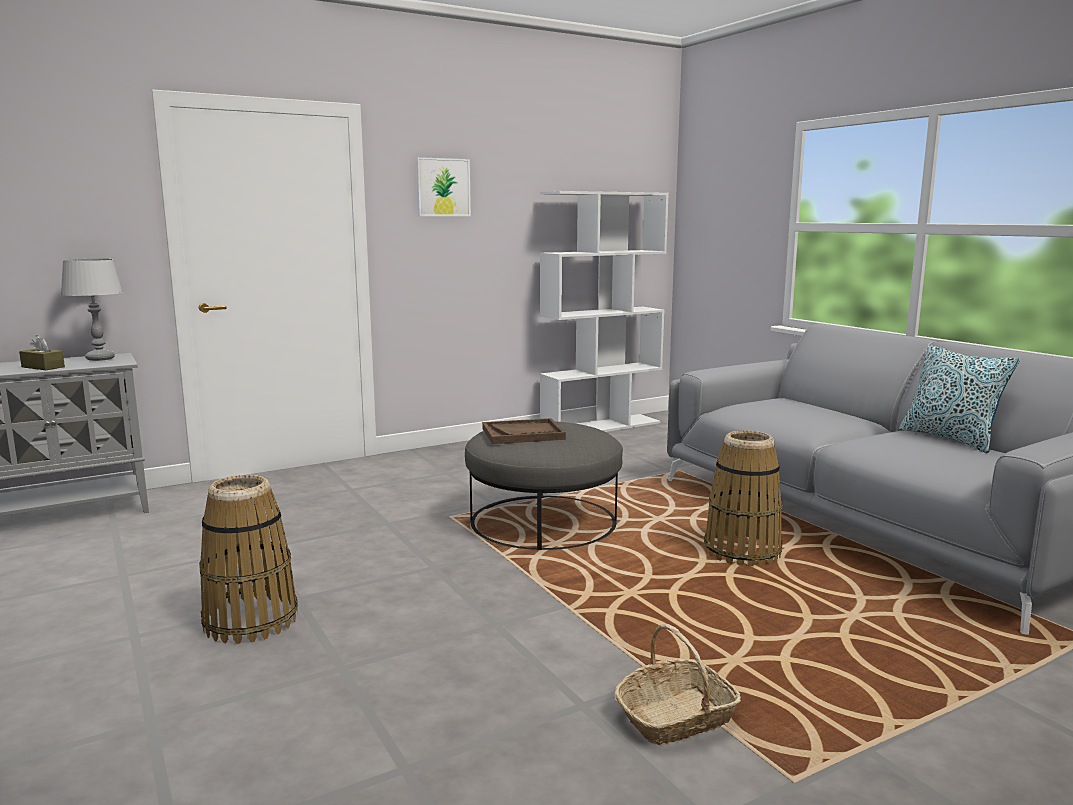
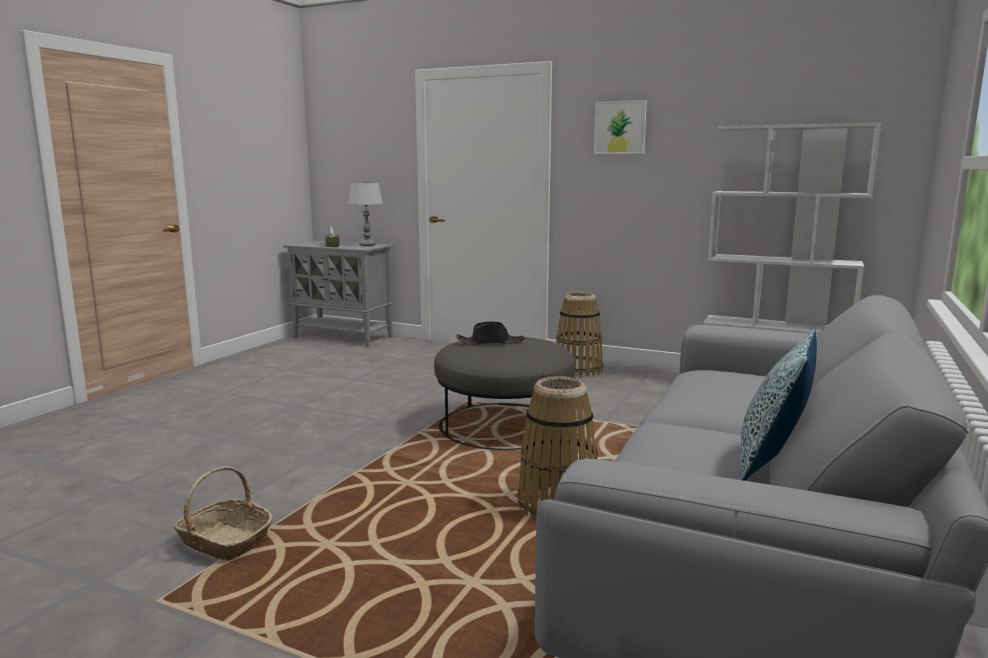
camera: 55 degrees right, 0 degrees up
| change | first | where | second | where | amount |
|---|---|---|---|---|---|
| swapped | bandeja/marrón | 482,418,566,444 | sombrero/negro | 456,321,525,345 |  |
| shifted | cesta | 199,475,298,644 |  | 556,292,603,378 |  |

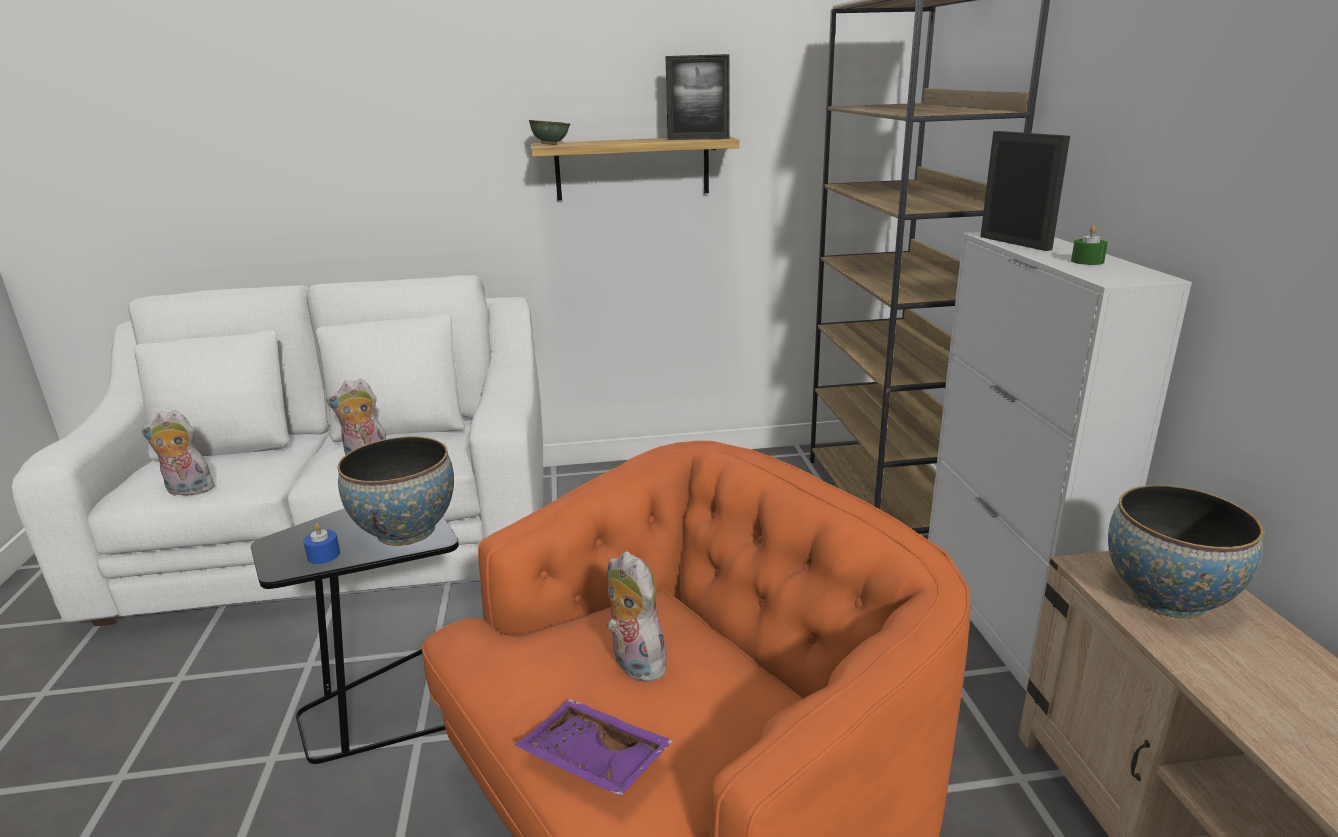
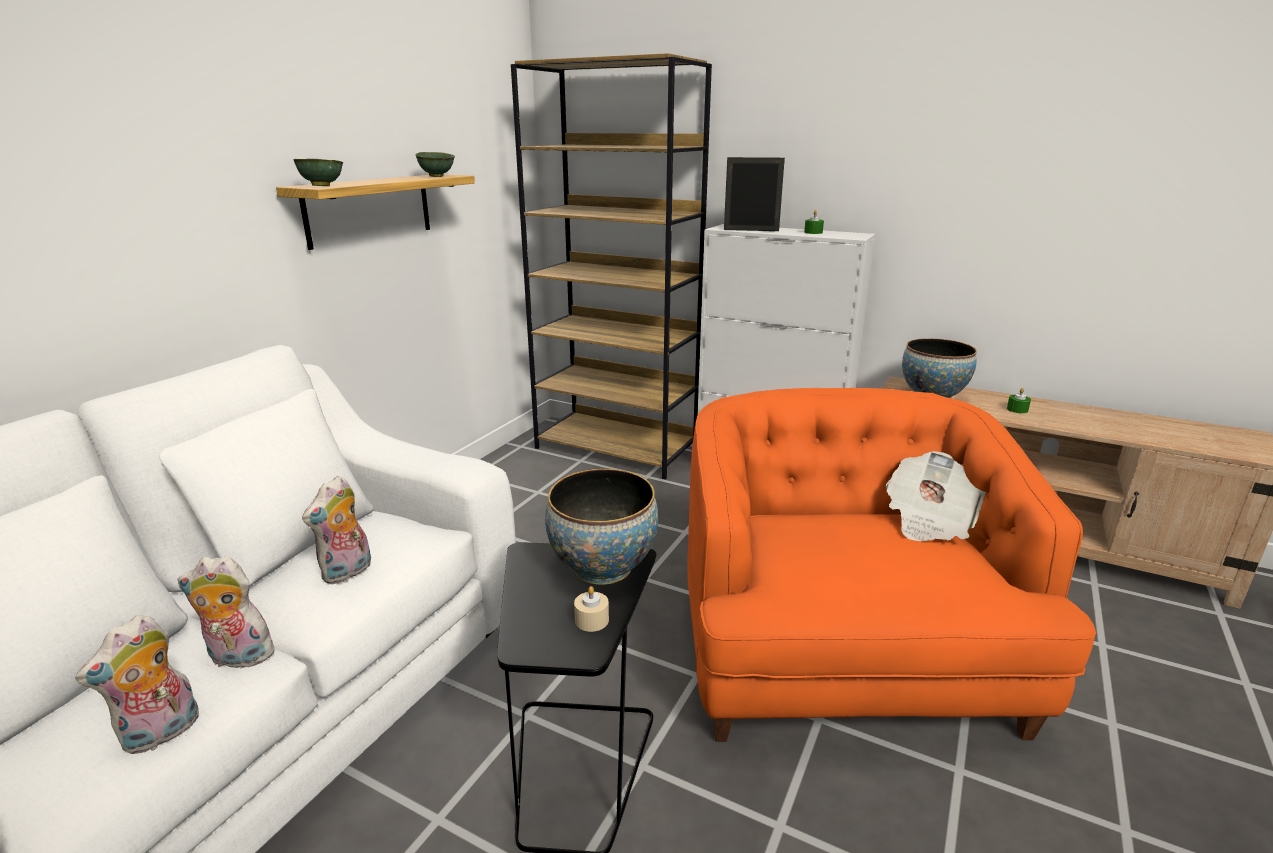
camera: 55 degrees left, 0 degrees up
| change | first | where | second | where | amount |
|---|---|---|---|---|---|
| shifted | peluche | 607,551,671,682 |  | 177,556,277,669 |  |
| swapped | portarretratos | 665,54,730,140 | cuenco/verde | 415,152,455,177 |  |
| repainted | vela/azul | 303,523,340,564 | vela/beis | 574,586,609,632 |  |
| new |  |  | periódico | 885,451,986,541 |  |
| new |  |  | vela/verde | 1007,388,1031,414 |  |
| gone | bandeja/morado | 515,699,674,796 |  |  |  |

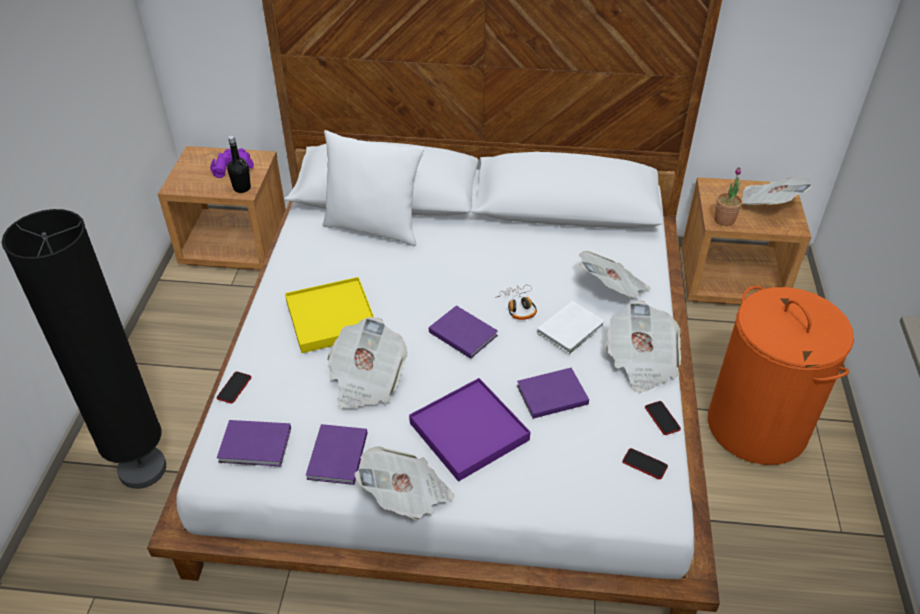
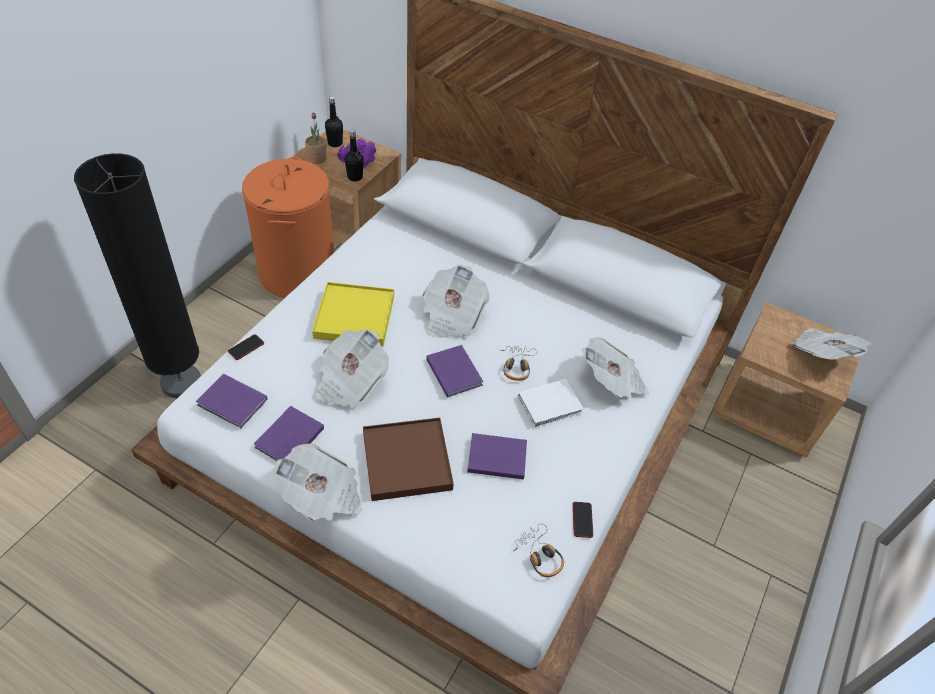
camera: 20 degrees right, 5 degrees up
| change | first | where | second | where | amount |
|---|---|---|---|---|---|
| shifted | cesto de la ropa/naranja | 708,286,854,465 |  | 242,157,334,298 |  |
| shifted | planta en maceta | 714,167,743,226 |  | 305,113,327,164 |  |
| new |  |  | botella/negro | 325,96,343,147 |  |
| repainted | bandeja/morado | 409,378,530,482 | bandeja/marrón | 363,418,454,501 |  |
| shifted | periódico | 606,301,681,393 |  | 423,265,489,338 |  |
| swapped | móvil | 622,448,668,479 | auriculares | 513,524,564,577 |  |
| gone | cojín/blanco | 322,130,424,246 |  |  |  |

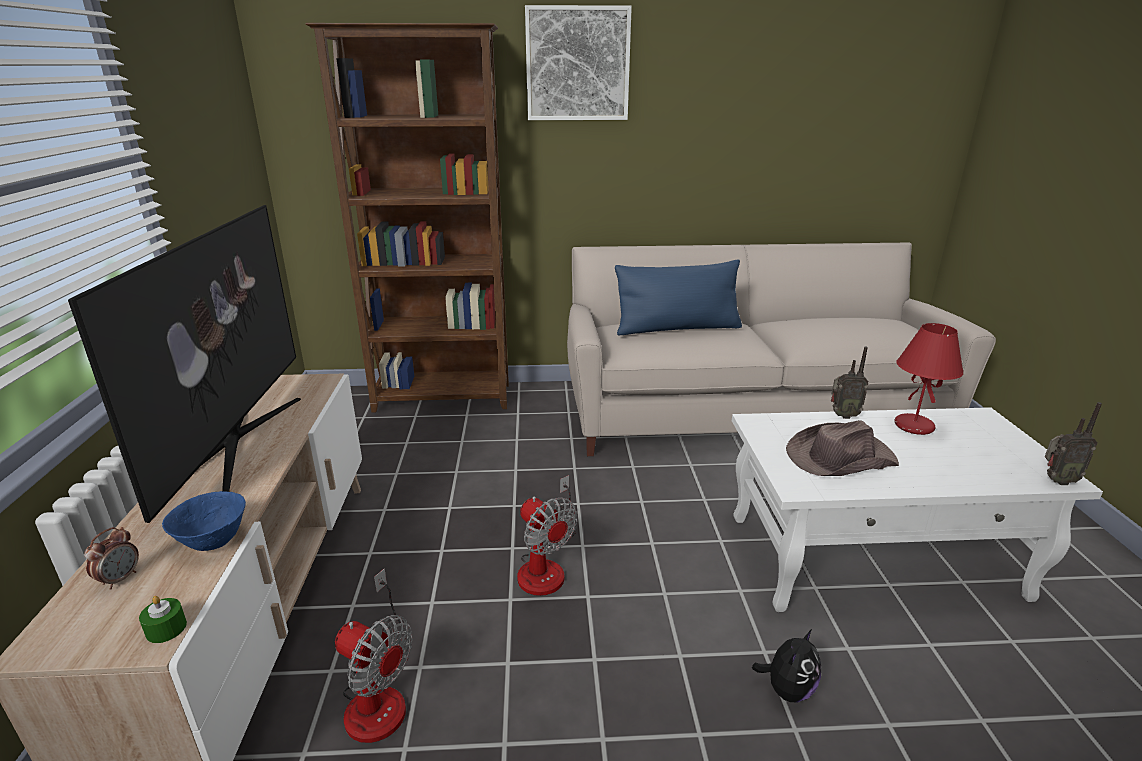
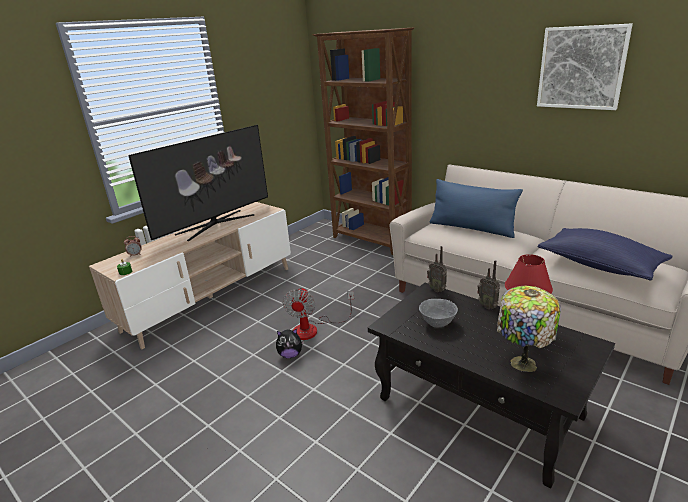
camera: 45 degrees right, 0 degrees up
| change | first | where | second | where | amount |
|---|---|---|---|---|---|
| shifted | peluche | 752,629,821,702 |  | 276,328,304,358 |  |
| repainted | mesa de centro/blanco | 732,407,1103,612 | mesa de centro/negro | 368,283,615,488 |  |
| swapped | sombrero/marrón | 786,420,899,476 | cuenco/gris | 419,299,458,327 |  |
| shifted | radio | 1045,402,1102,485 |  | 427,246,447,292 |  |
| new |  |  | lámpara de mesa | 497,285,561,372 |  |
| shifted | cuadro | 525,5,632,120 |  | 537,24,633,110 |  |
| new |  |  | cojín/azul | 538,228,673,281 |  |
| gone | cuenco/azul | 162,491,246,551 |  |  |  |
| gone | ventilador | 335,569,413,743 |  |  |  |

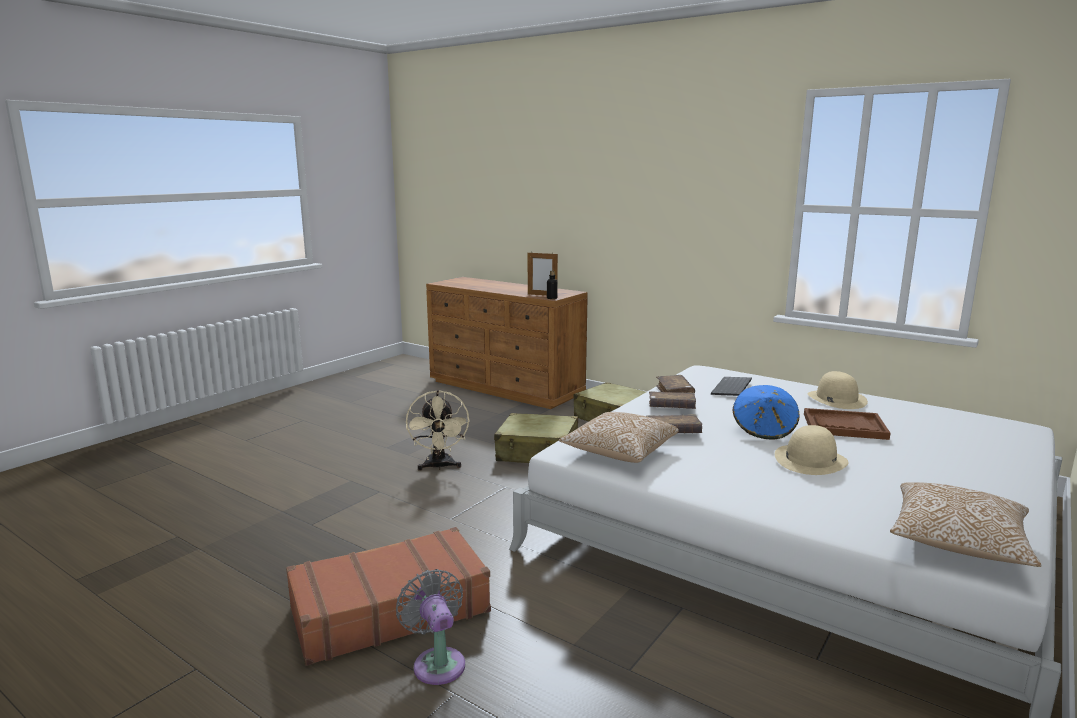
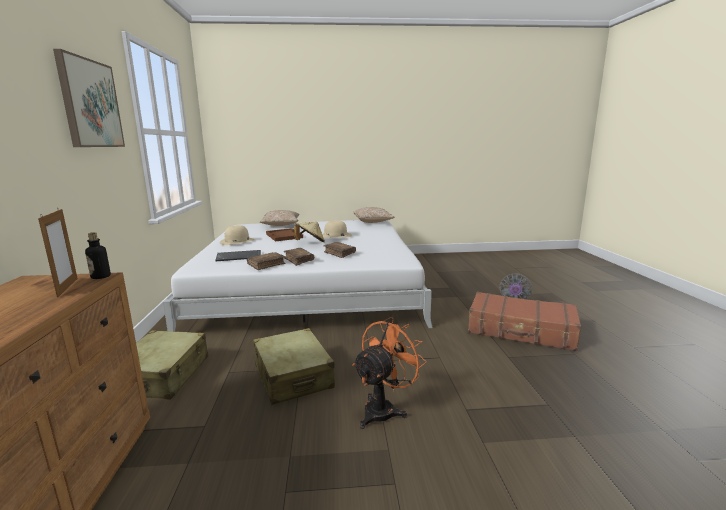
camera: 130 degrees left, 0 degrees up
| change | first | where | second | where | amount |
|---|---|---|---|---|---|
| new |  |  | cuadro | 53,49,125,147 |  |
| shifted | cojín | 559,412,679,463 |  | 260,210,299,226 |  |
| repainted | sombrero/azul | 732,385,800,440 | sombrero/beis | 294,222,325,242 |  |
| repainted | ventilador/beis | 406,390,470,471 | ventilador/naranja | 352,317,427,429 |  |

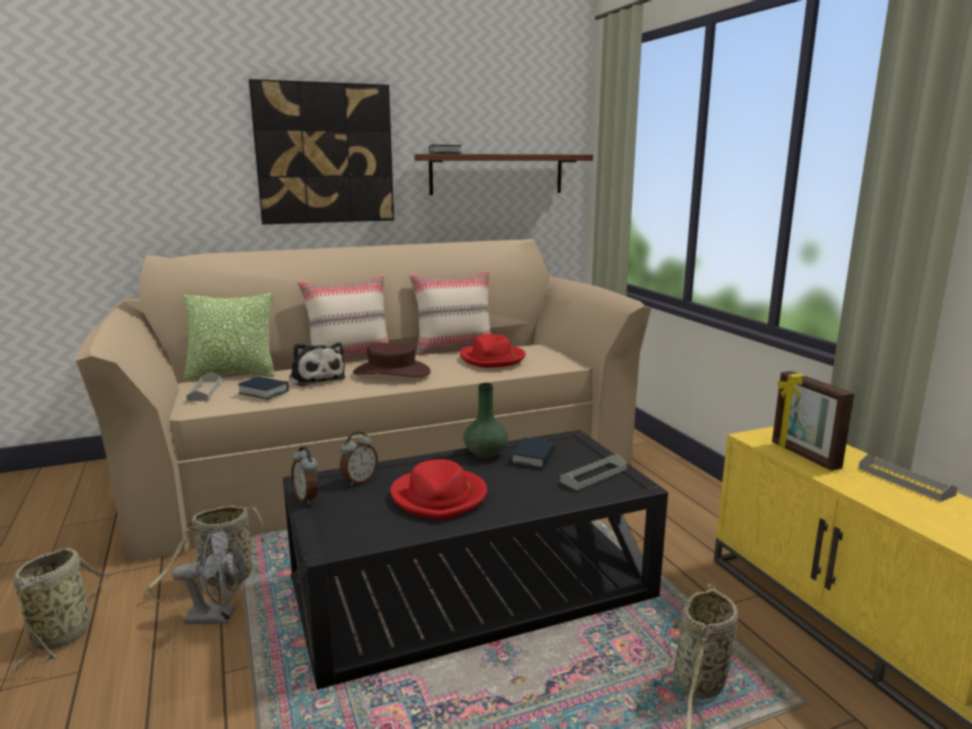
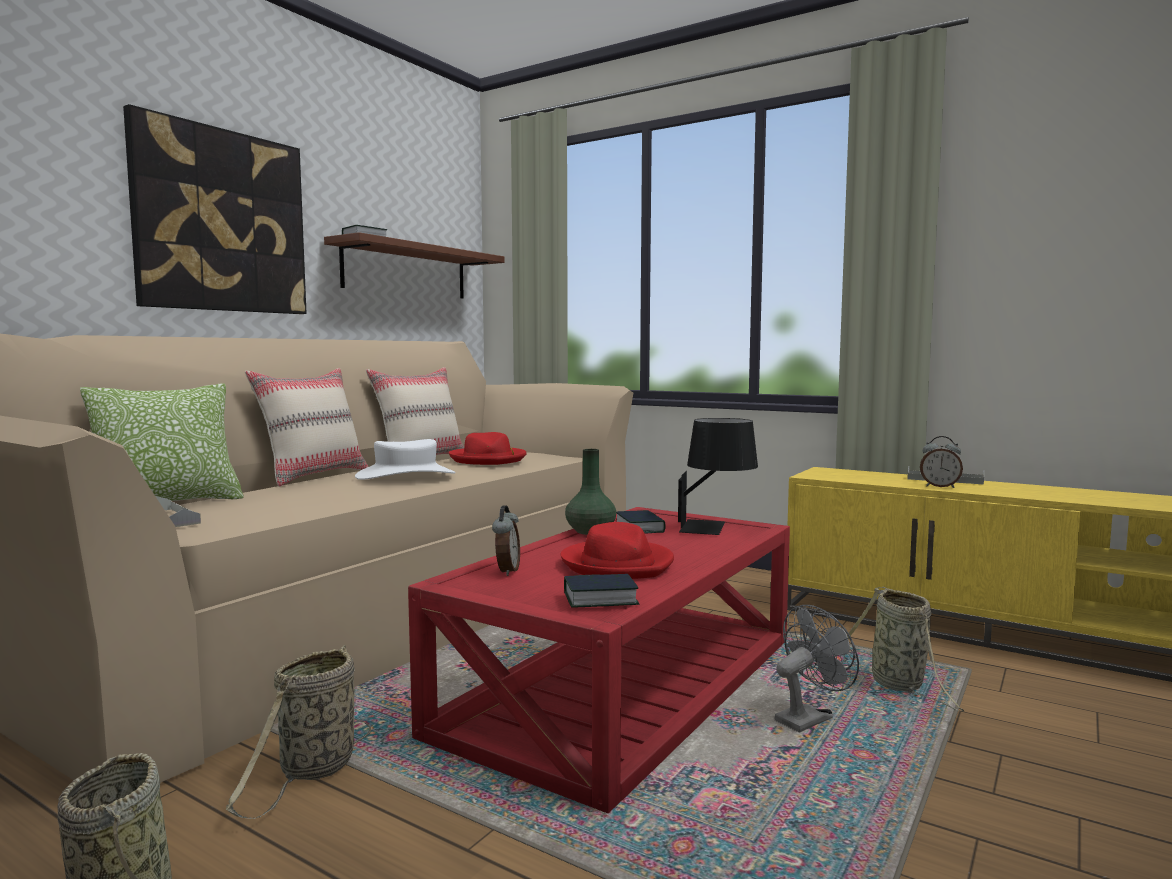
camera: 35 degrees left, 10 degrees down
| change | first | where | second | where | amount |
|---|---|---|---|---|---|
| repainted | sombrero/marrón | 353,343,431,377 | sombrero/blanco | 355,439,455,480 |  |
| repainted | mesa de centro/negro | 283,430,668,689 | mesa de centro/rojo | 408,507,790,813 |  |
| shifted | libro | 238,377,289,399 |  | 564,574,639,607 |  |
| swapped | bandeja/gris | 560,454,627,490 | lámpara de mesa/negro | 678,418,758,535 |  |
| shifted | ventilador/gris | 172,528,244,624 |  | 775,605,859,732 |  |
| shifted | despertador | 291,446,318,505 |  | 920,436,963,488 |  |
| gone | peluche | 289,342,346,387 |  |  |  |
| gone | portarretratos | 772,371,854,471 |  |  |  |

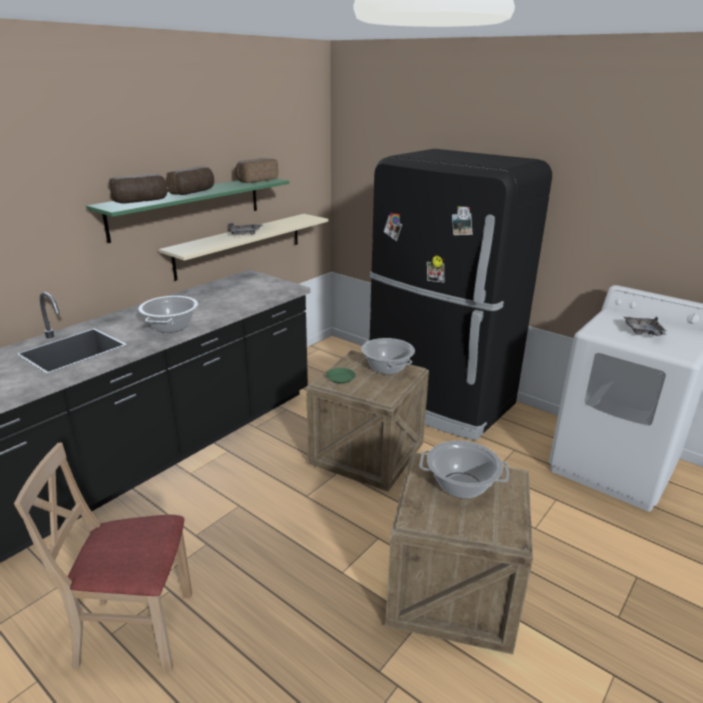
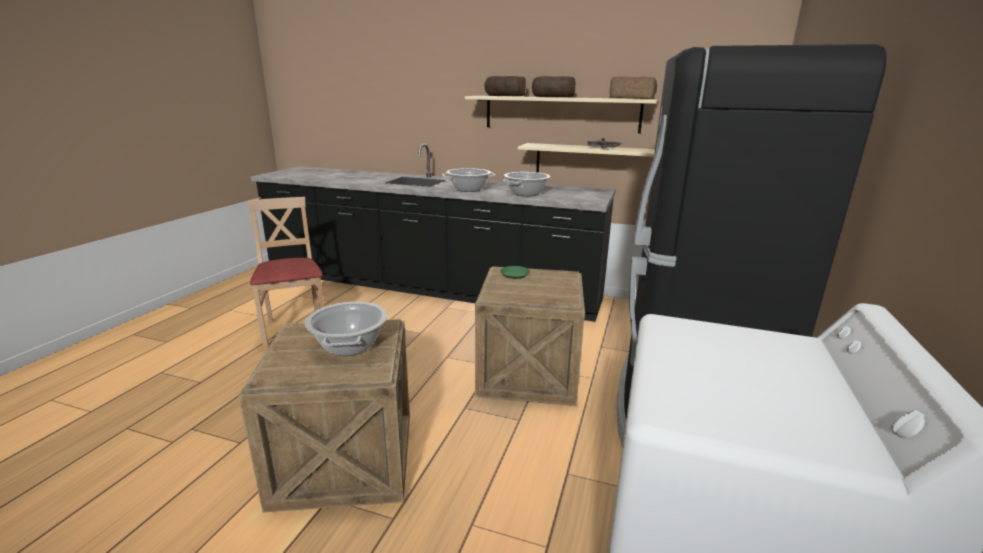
camera: 70 degrees right, 5 degrees down
| change | first | where | second | where | amount |
|---|---|---|---|---|---|
| repainted | estante/verde | 86,179,289,243 | estante/beis | 465,96,657,133 |  |
| shifted | olla | 361,338,415,375 |  | 503,172,550,196 |  |
| gone | bandeja/gris | 624,317,667,336 |  |  |  |

